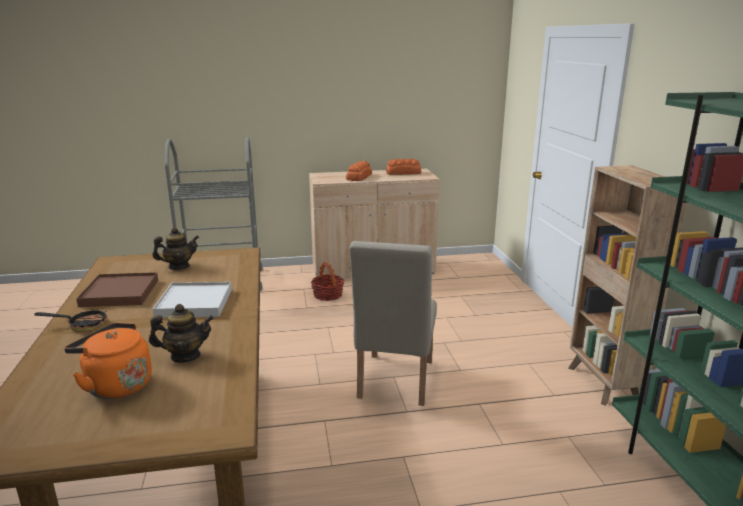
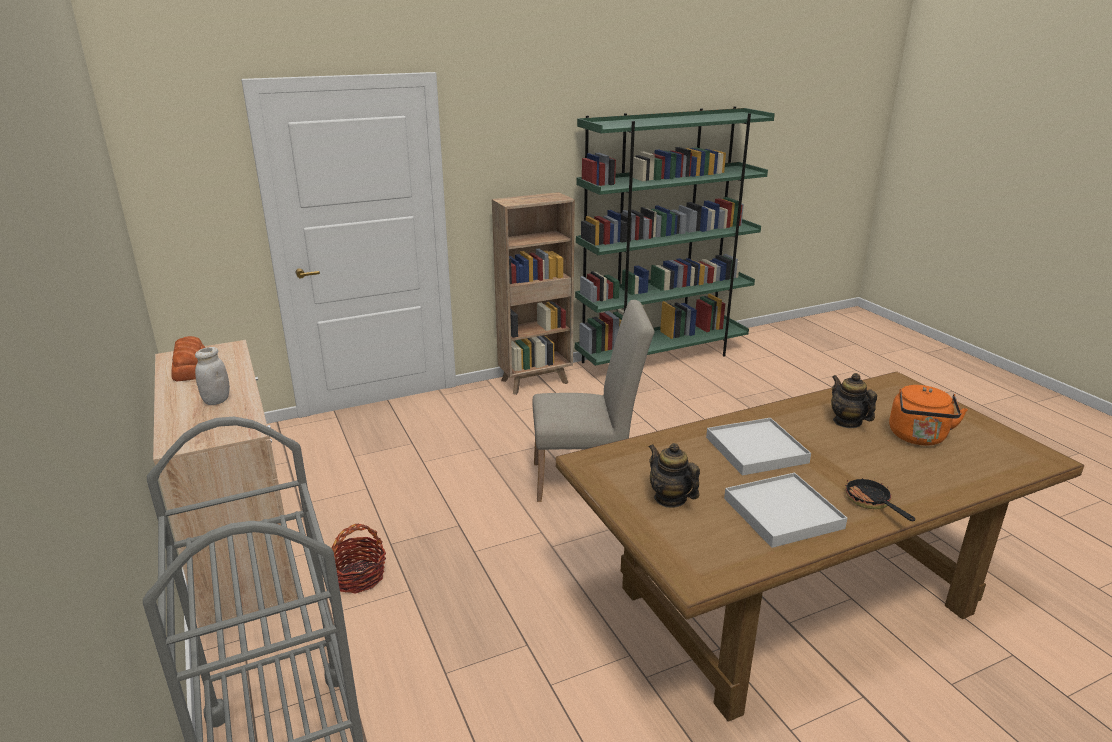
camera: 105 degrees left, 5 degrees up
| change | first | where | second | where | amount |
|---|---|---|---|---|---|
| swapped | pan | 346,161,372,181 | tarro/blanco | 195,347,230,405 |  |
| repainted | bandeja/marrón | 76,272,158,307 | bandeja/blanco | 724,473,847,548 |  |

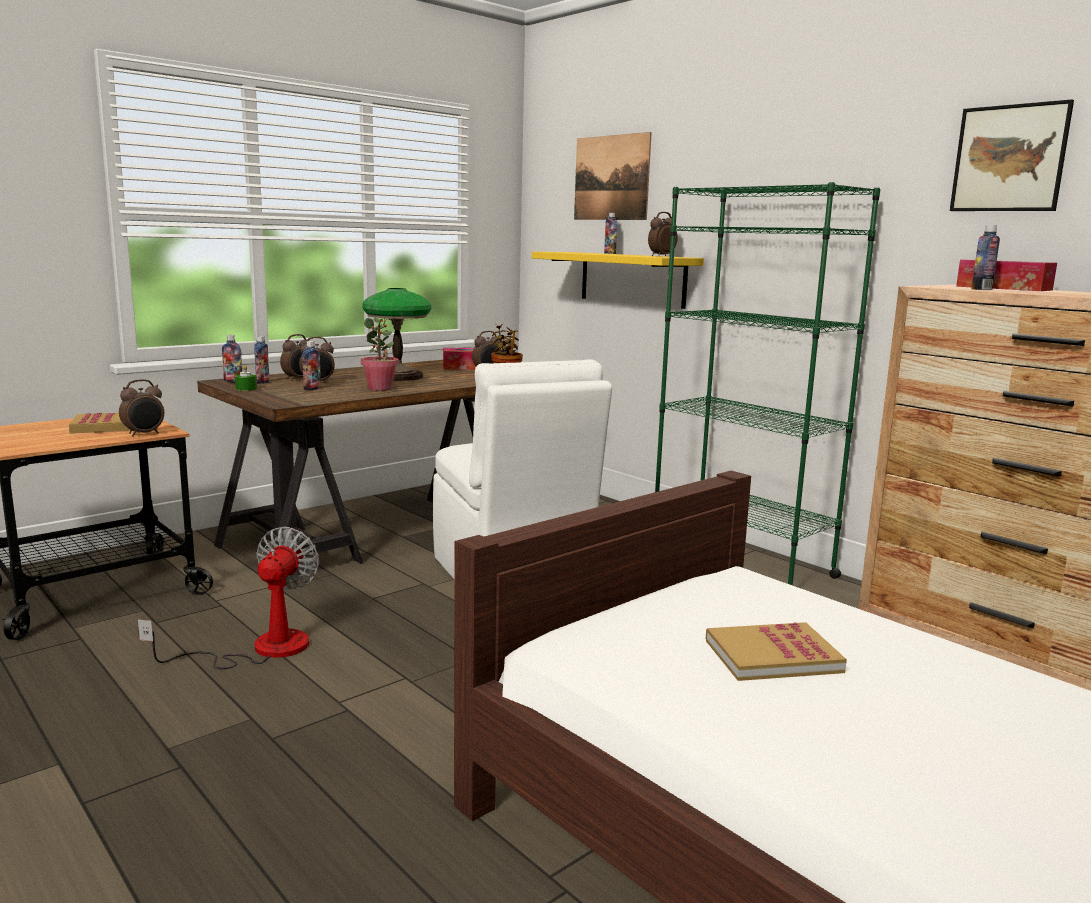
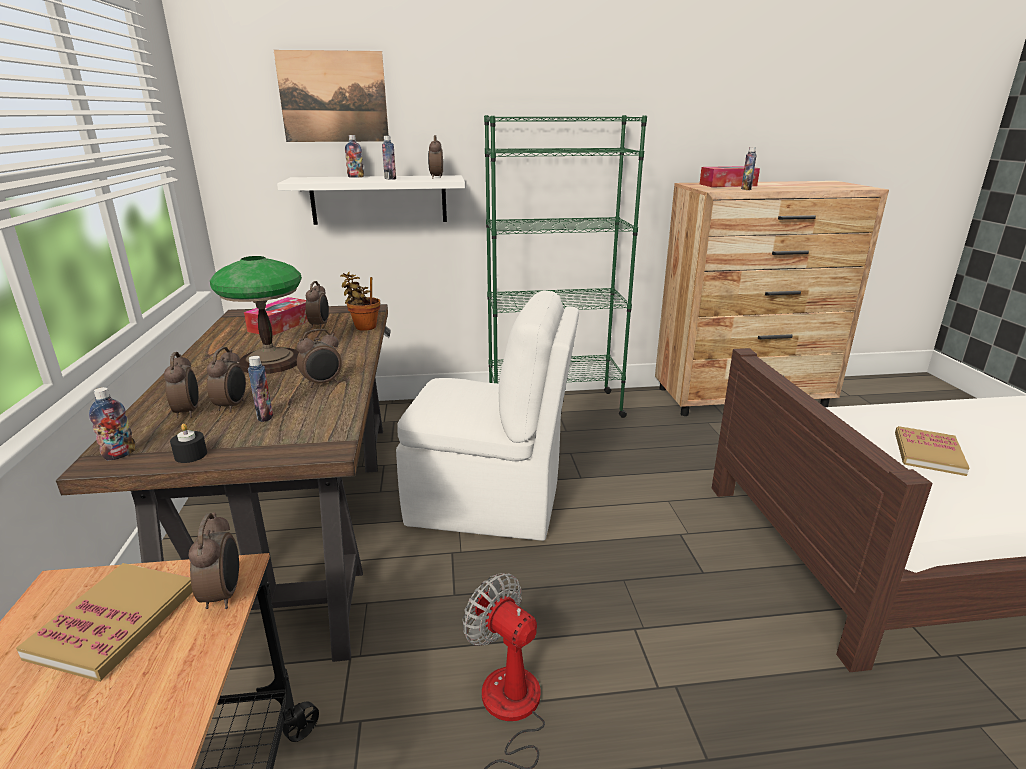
camera: 55 degrees left, 10 degrees up
| change | first | where | second | where | amount |
|---|---|---|---|---|---|
| repainted | vela/verde | 235,365,257,391 | vela/negro | 170,423,207,463 |  |
| repainted | estante/amarillo | 532,252,704,309 | estante/blanco | 277,175,465,225 |  |
| swapped | planta en maceta | 361,317,399,391 | despertador | 297,329,342,388 |  |
| shifted | botella | 254,336,270,384 |  | 382,136,396,180 |  |
| gone | cuadro | 950,99,1074,211 |  |  |  |

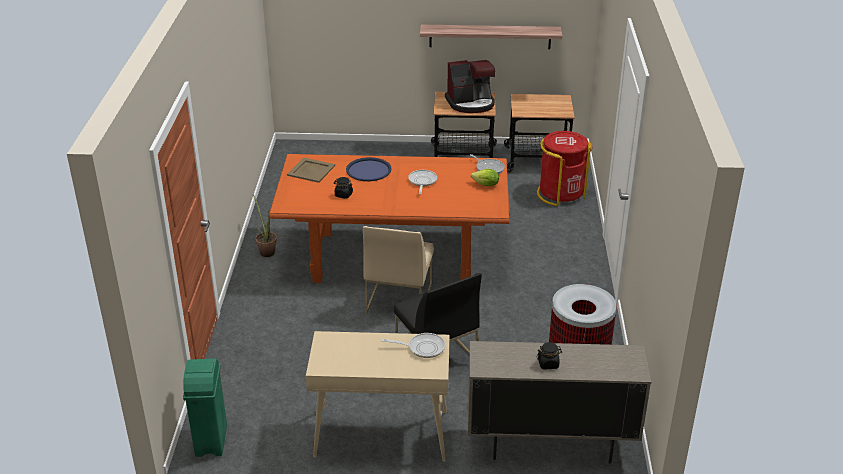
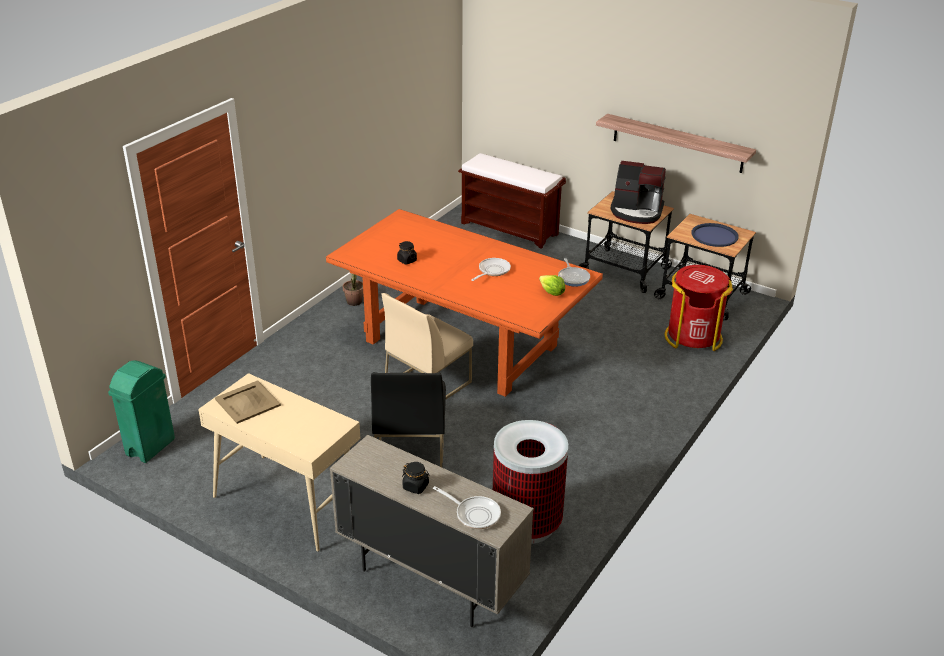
camera: 30 degrees right, 0 degrees up
| change | first | where | second | where | amount |
|---|---|---|---|---|---|
| shifted | bandeja/beis | 287,158,335,183 |  | 215,380,281,424 |  |
| shifted | sartén | 382,333,445,358 |  | 433,486,501,529 |  |
| new |  |  | banco/marrón | 458,153,566,249 |  |
| shifted | bandeja/azul | 346,157,392,181 |  | 691,223,739,247 |  |

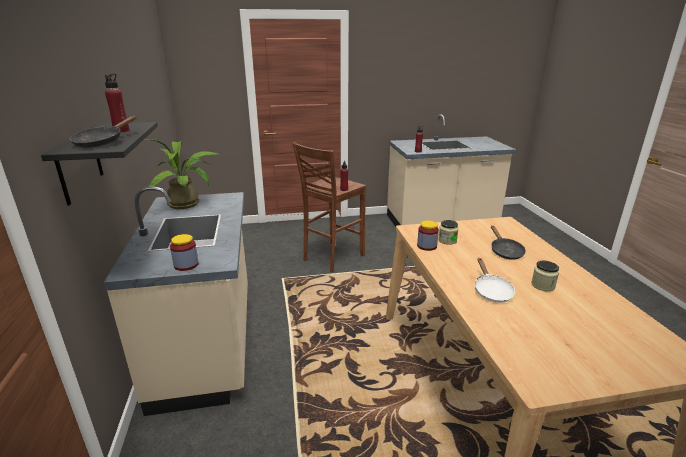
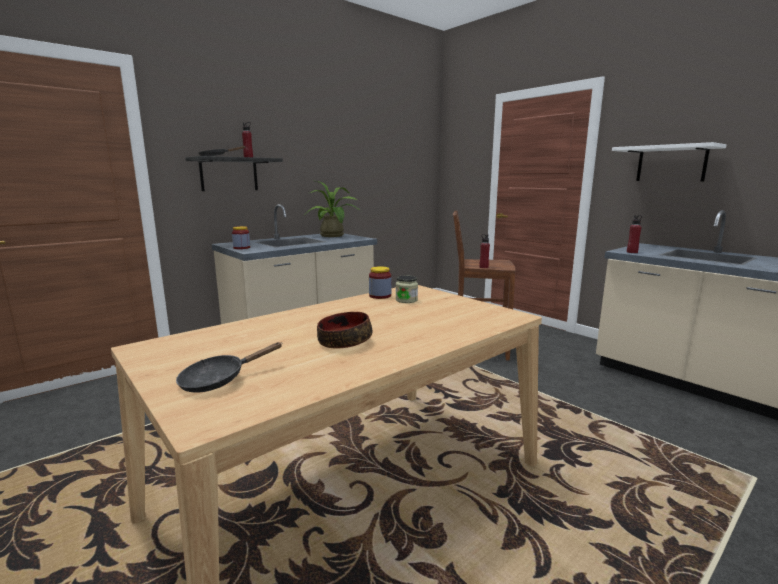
camera: 60 degrees right, 10 degrees down
| change | first | where | second | where | amount |
|---|---|---|---|---|---|
| shifted | sartén/negro | 491,225,526,260 |  | 176,342,283,393 |  |
| swapped | tarro | 531,261,559,291 | cuenco | 317,312,372,348 |  |
| new |  |  | estante/blanco | 612,142,726,181 |  |
| gone | sartén/blanco | 475,258,515,303 |  |  |  |

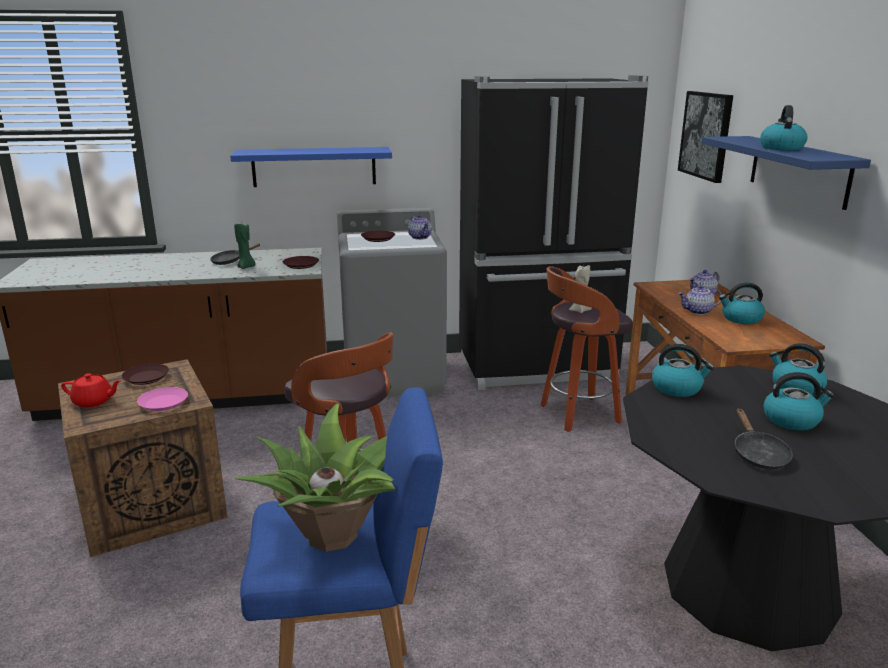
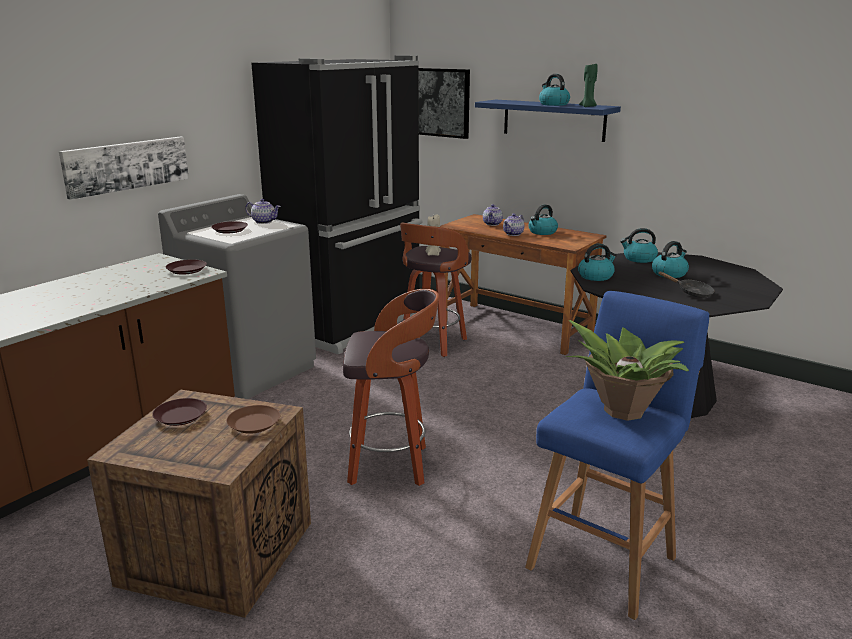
camera: 45 degrees left, 0 degrees up
| change | first | where | second | where | amount |
|---|---|---|---|---|---|
| swapped | estante/azul | 230,147,392,187 | cuadro | 59,136,189,200 |  |
| repainted | plato/rosa | 137,387,188,411 | plato/marrón | 226,405,280,434 |  |
| shifted | vela/verde | 234,223,256,269 |  | 579,64,598,107 |  |
| gone | tetera/rojo | 61,373,121,407 |  |  |  |
| gone | sartén/negro | 210,244,260,265 |  |  |  |

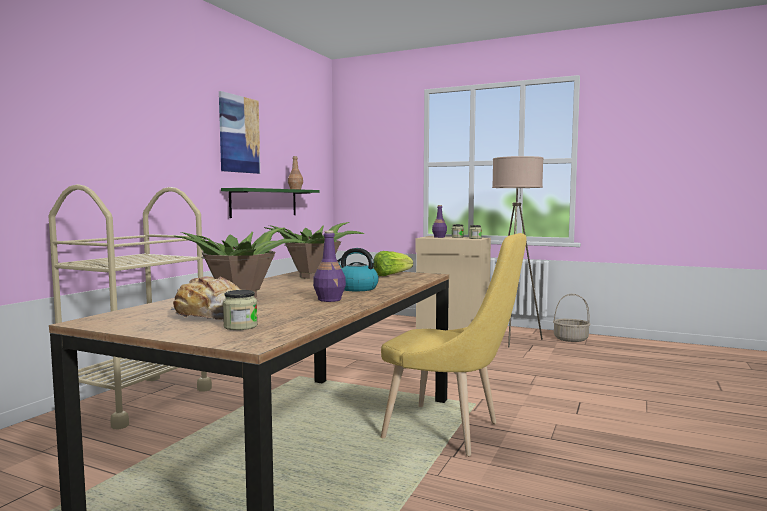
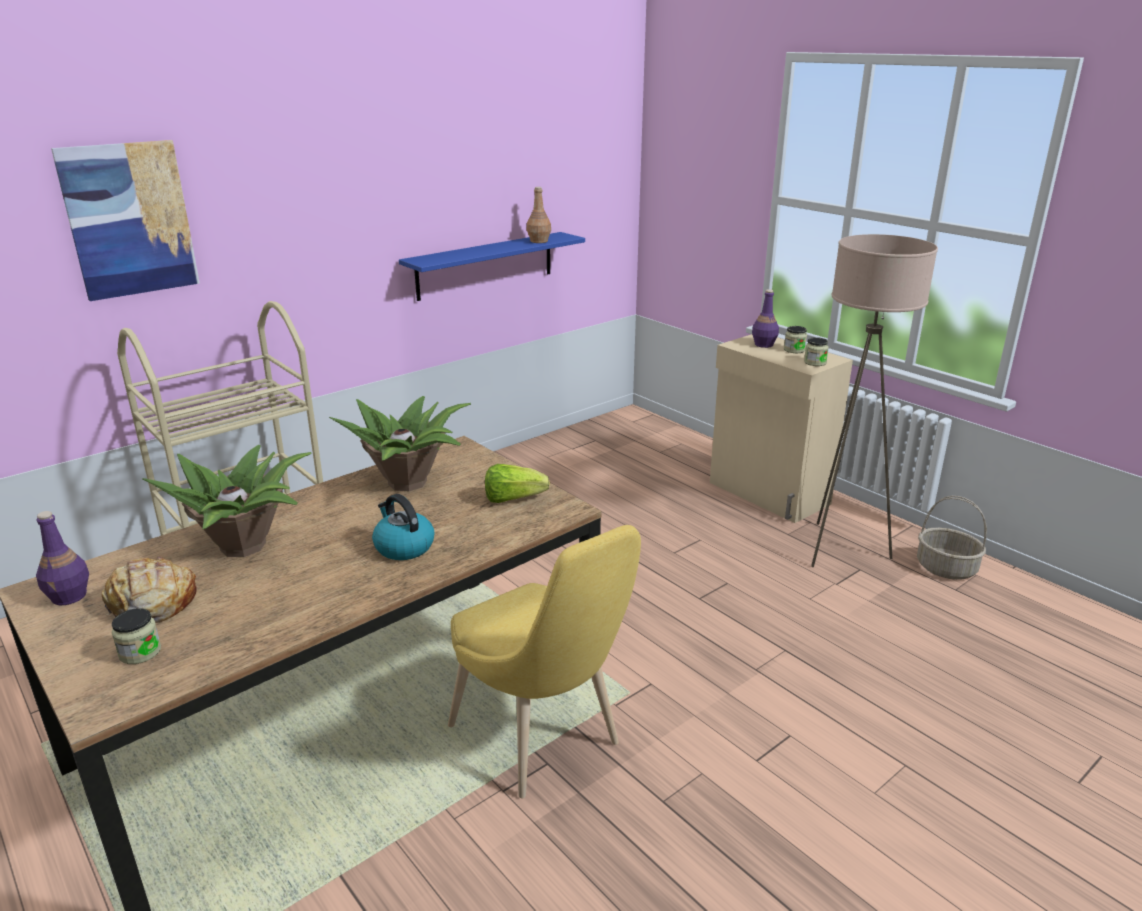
camera: 25 degrees right, 20 degrees up
| change | first | where | second | where | amount |
|---|---|---|---|---|---|
| shifted | botella/morado | 313,231,346,302 |  | 36,511,89,605 |  |
| shifted | cuadro | 219,91,260,174 |  | 51,140,200,301 |  |
| repainted | estante/verde | 221,188,320,218 | estante/azul | 399,232,585,301 |  |

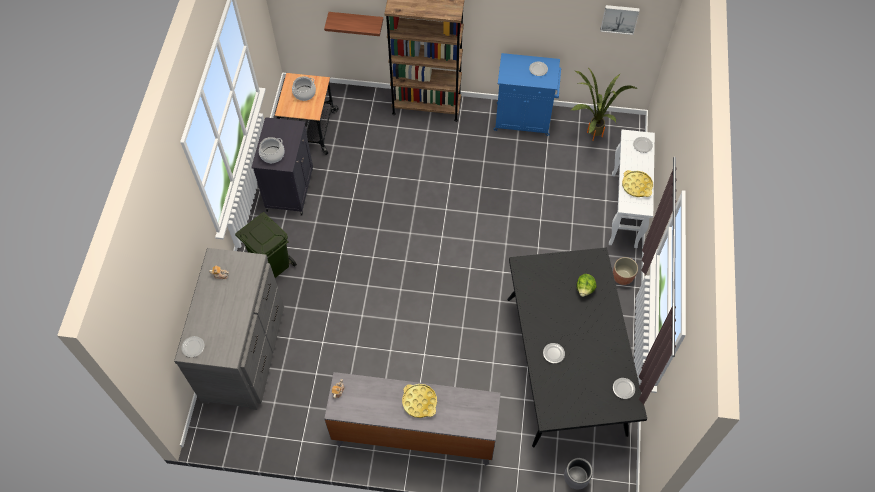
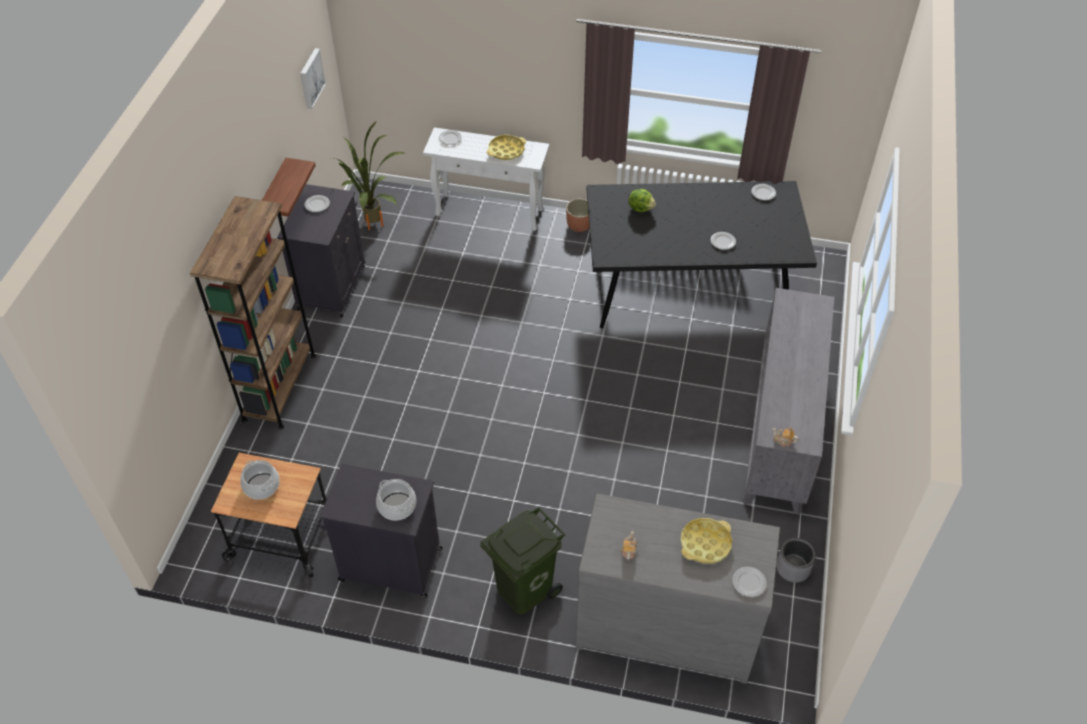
camera: 85 degrees left, 10 degrees down
| change | first | where | second | where | amount |
|---|---|---|---|---|---|
| shifted | estante | 324,12,383,36 |  | 262,158,316,217 |  |
| repainted | armario/azul | 493,53,561,136 | armario/negro | 277,184,365,318 |  |
| shifted | bandeja/amarillo | 402,384,437,418 |  | 680,518,732,564 |  |
| shifted | maceta/gris | 564,458,593,489 |  | 776,538,816,583 |  |

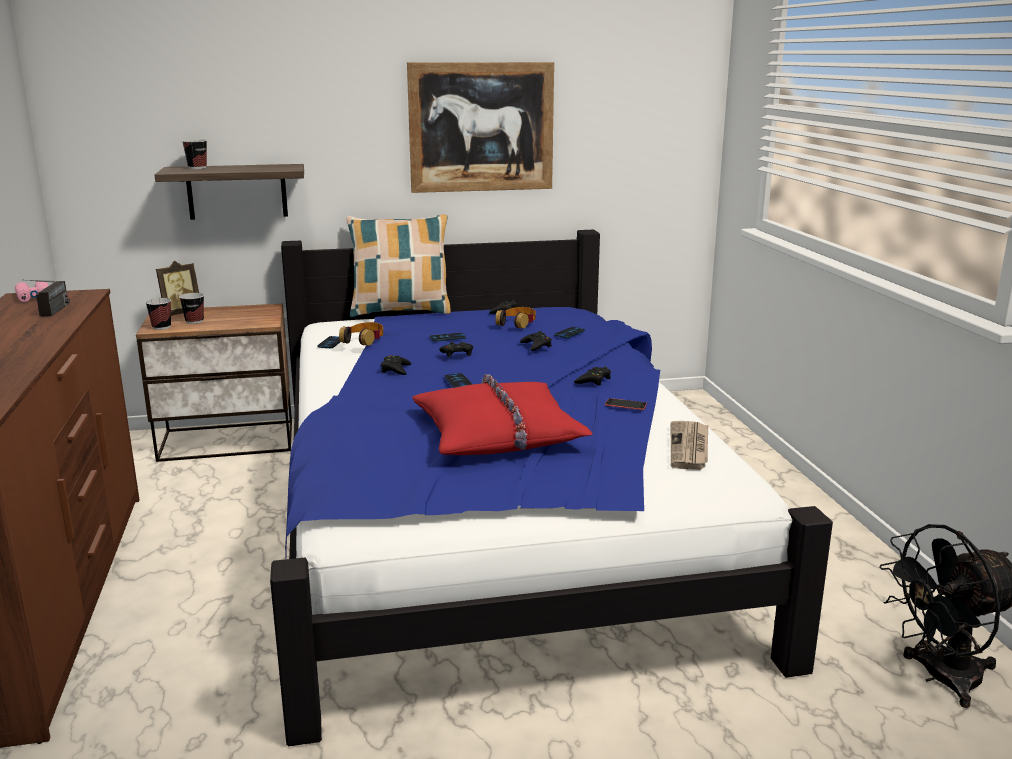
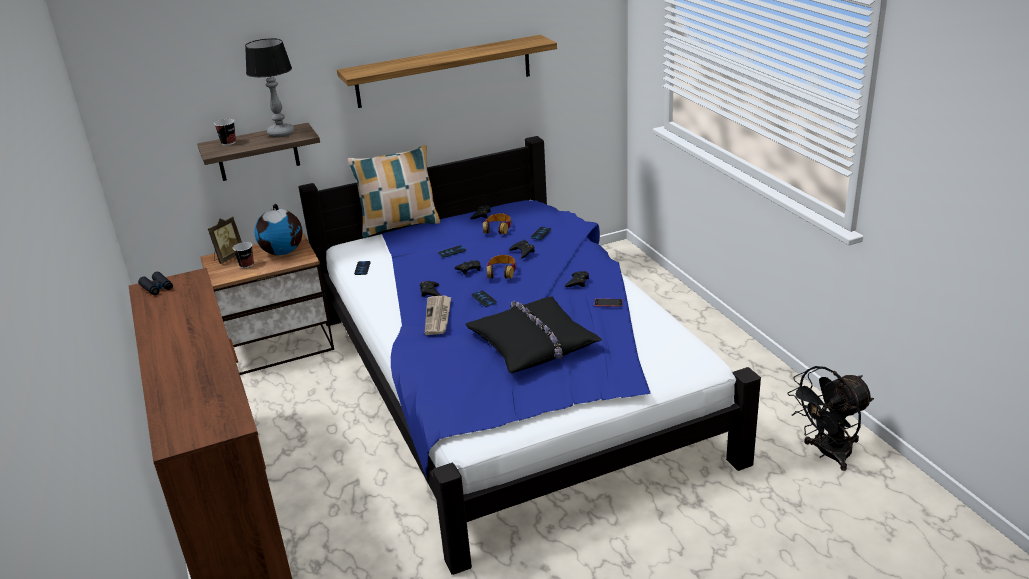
camera: 10 degrees left, 10 degrees up
| change | first | where | second | where | amount |
|---|---|---|---|---|---|
| repainted | prismáticos/rosa | 15,282,49,302 | prismáticos/negro | 138,272,173,295 |  |
| new |  |  | lámpara de mesa | 245,38,294,137 |  |
| new |  |  | globo terráqueo | 254,204,302,255 |  |
| swapped | cuadro | 407,62,554,193 | estante | 337,35,557,108 |  |
| shifted | periódico | 671,421,708,470 |  | 425,295,451,335 |  |
| repainted | cojín/rojo | 412,374,593,455 | cojín/negro | 465,297,602,373 |  |
| shifted | auriculares | 339,322,383,346 |  | 487,255,516,279 |  |
| gone | radio | 23,280,70,316 |  |  |  |
| gone | taza | 145,298,171,330 |  |  |  |

